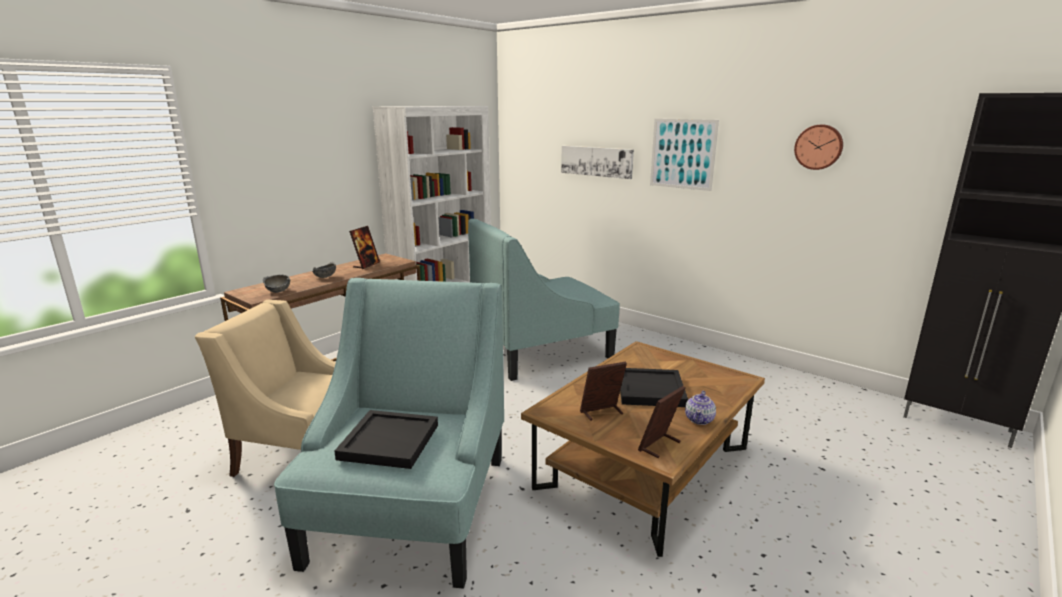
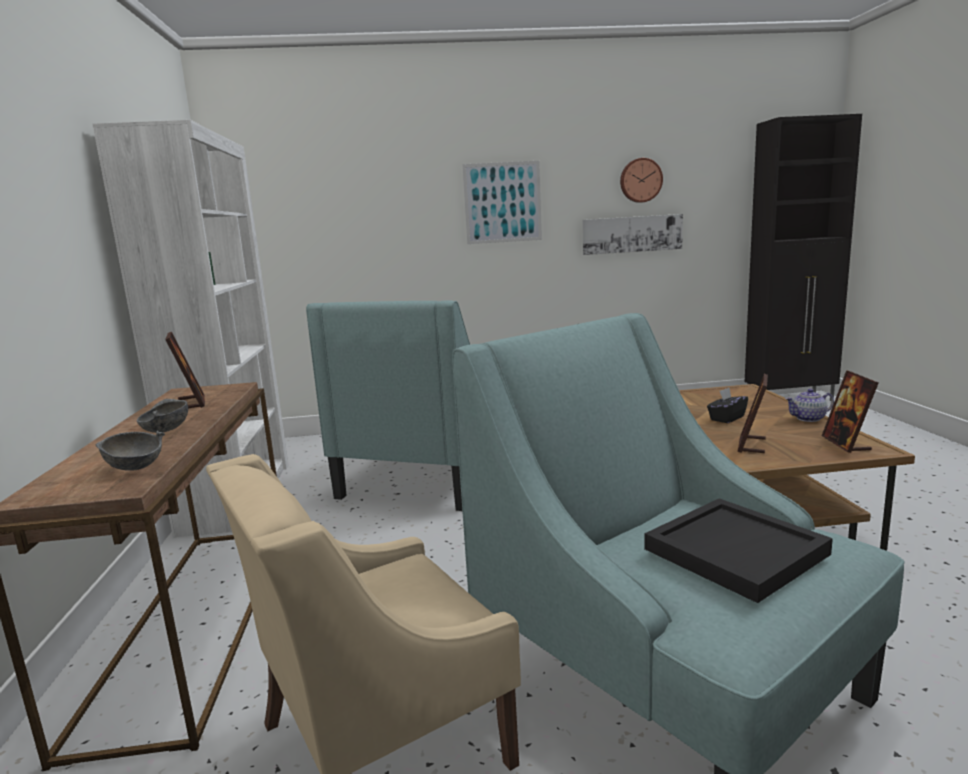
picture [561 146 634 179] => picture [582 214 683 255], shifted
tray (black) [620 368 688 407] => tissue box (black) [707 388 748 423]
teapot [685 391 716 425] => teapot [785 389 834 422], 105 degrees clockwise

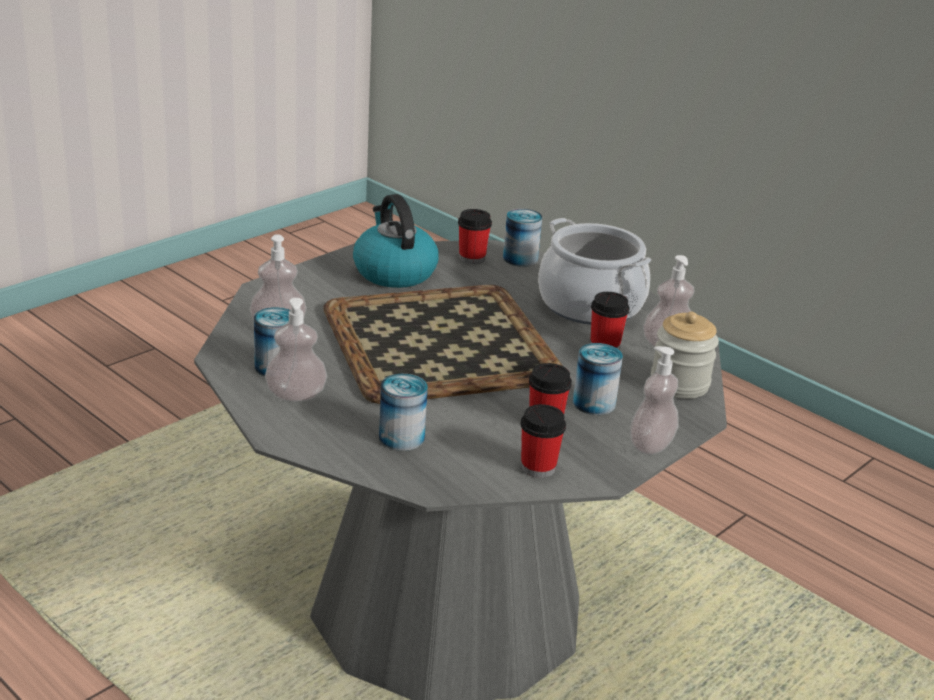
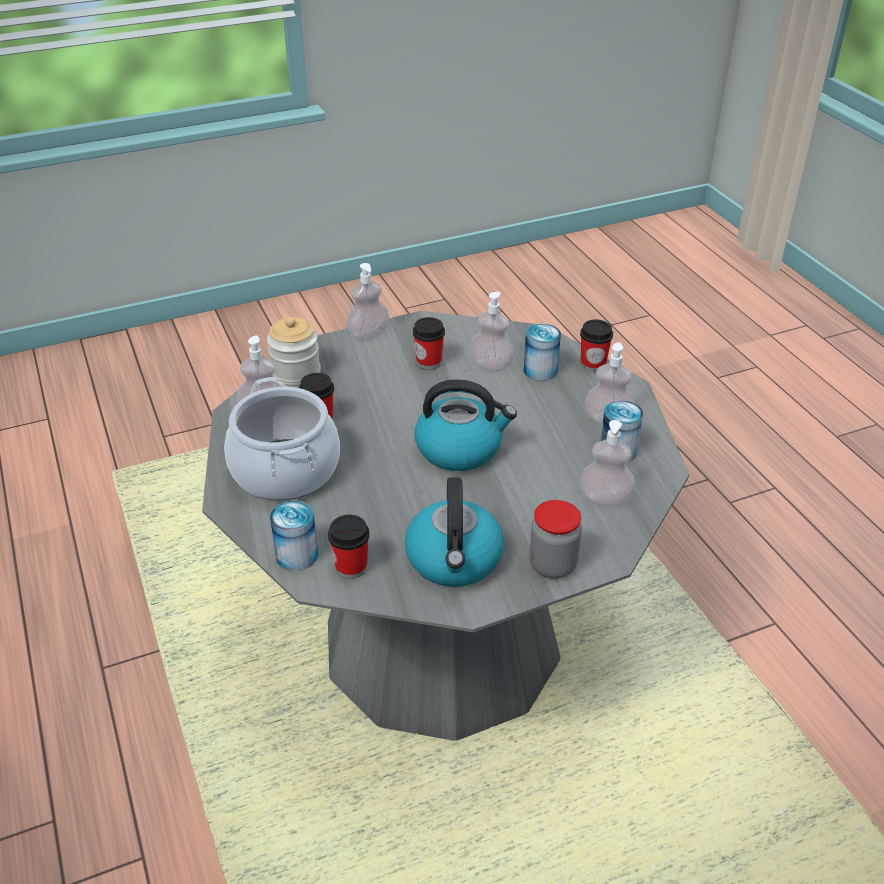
can [573 343 623 415] => nothing
nothing => soap dispenser [470 292 515 372]
nothing => jar [529 500 582 578]
cup [521 404 566 478] => cup [580 319 613 372], shifted
tray [323 285 563 404] => kettle [415 379 517 471]

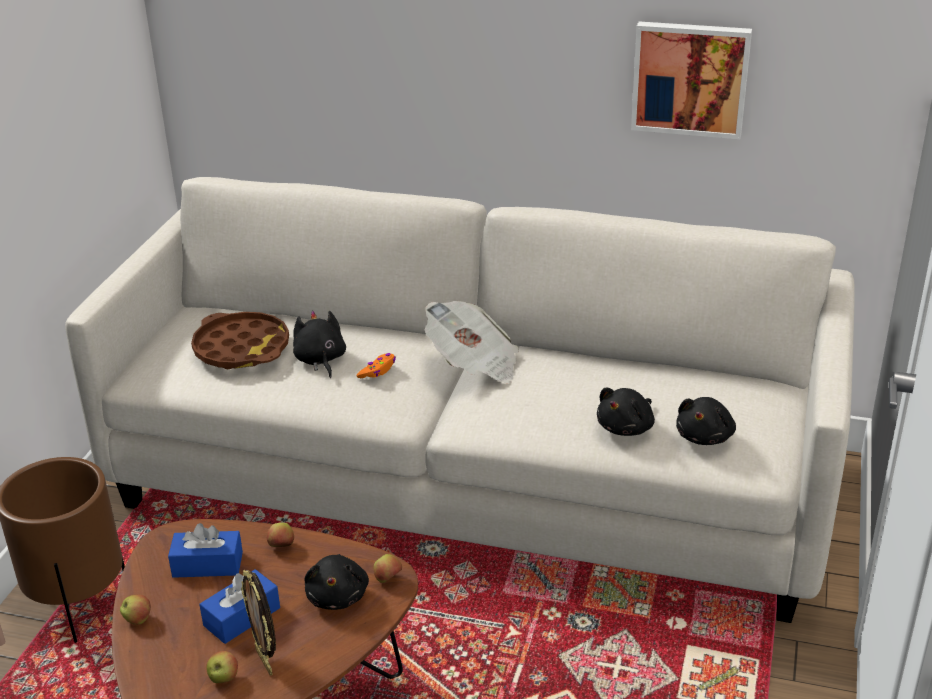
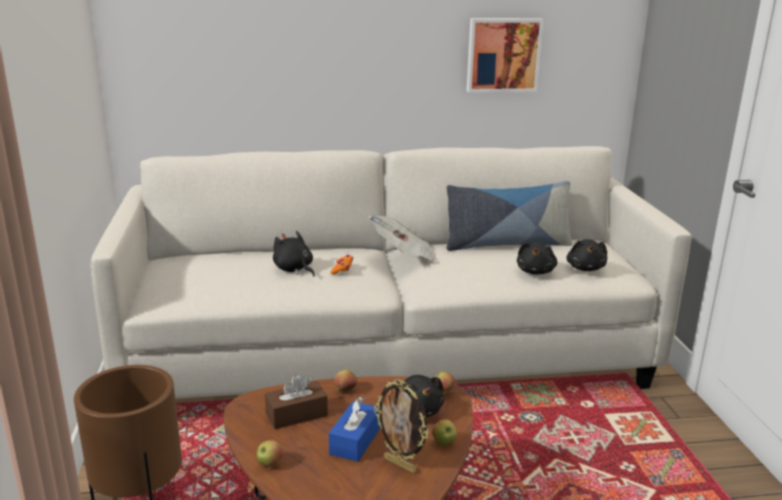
tray (brown) [191 312 289 369] => nothing
nothing => pillow [446 181 572 251]
apple [206 651 238 683] => apple [432 419 457 446], shifted
tissue box (blue) [168 523 243 578] => tissue box (brown) [265 375 328 429]

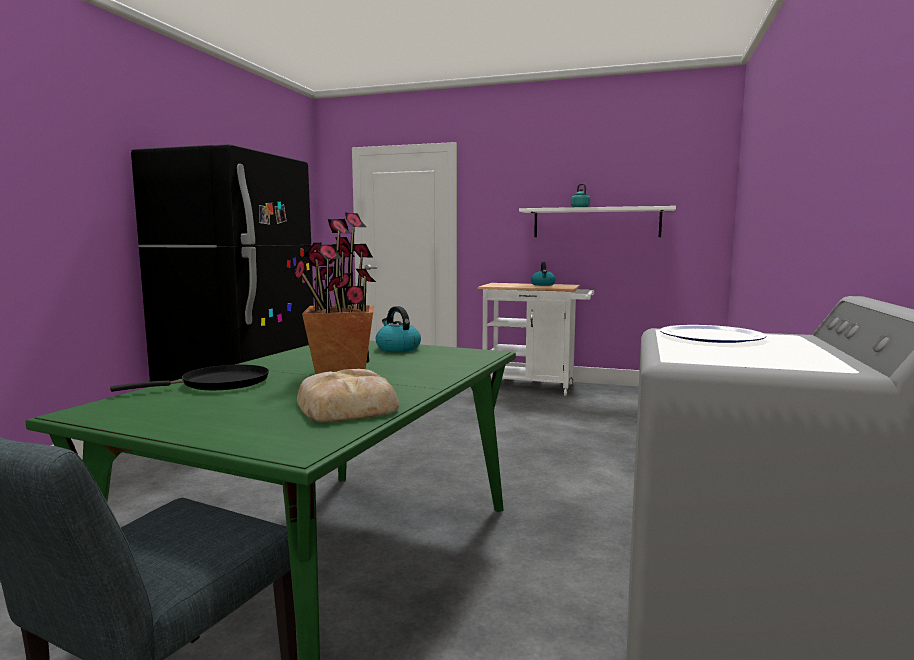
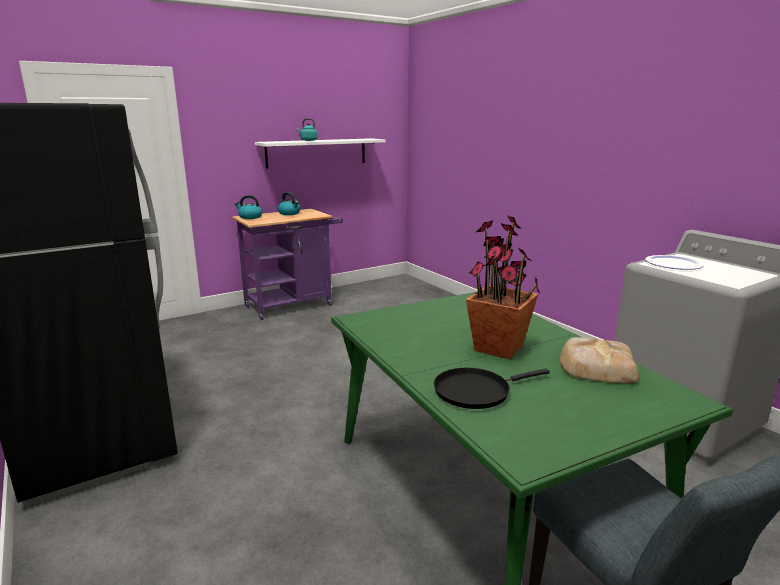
kettle [376 306 421 352] => kettle [235 195 262 219], shifted
cart (white) [478 283 594 396] => cart (purple) [232 209 343 320]
frying pan (black) [110 365 269 392] => frying pan (black) [434 368 550 409], 120 degrees counterclockwise

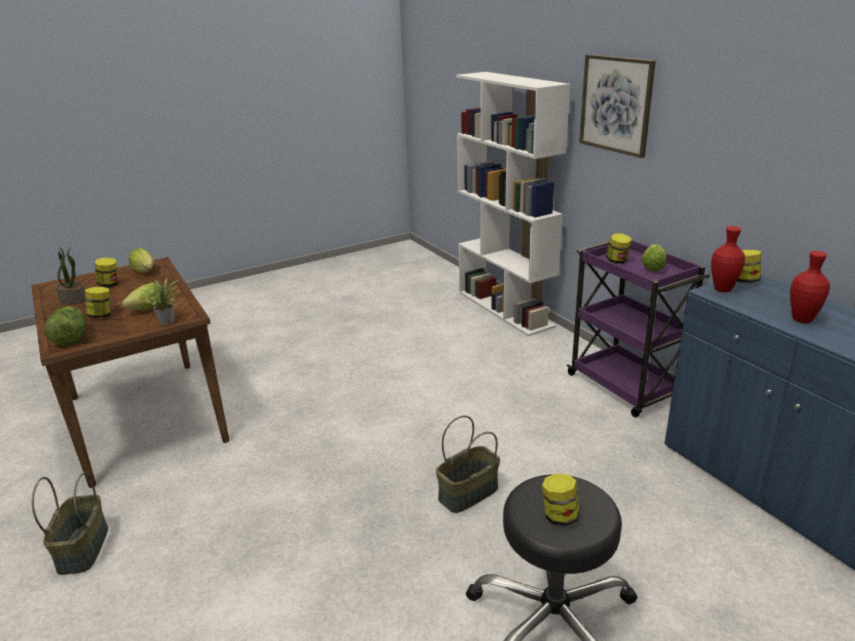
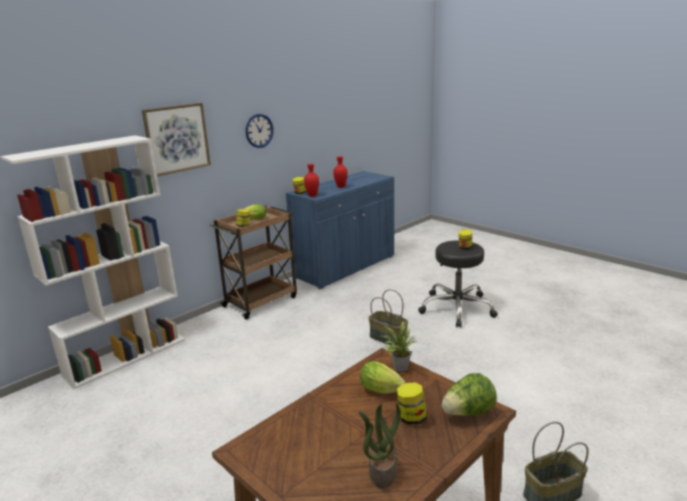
jar [95 258 118 287] => nothing
lettuce [129 248 154 273] => nothing
nothing => wall clock [246 114 273 148]
cart (purple) [566 240 710 417] => cart (brown) [210 206 297 320]

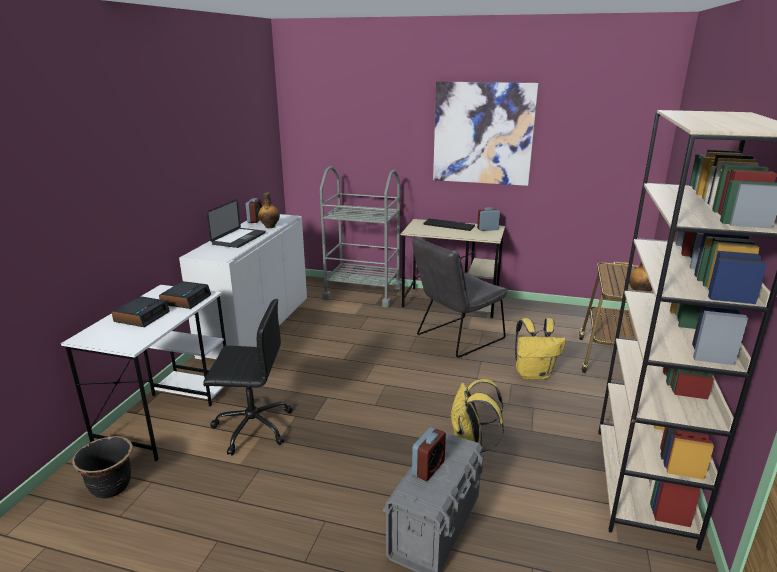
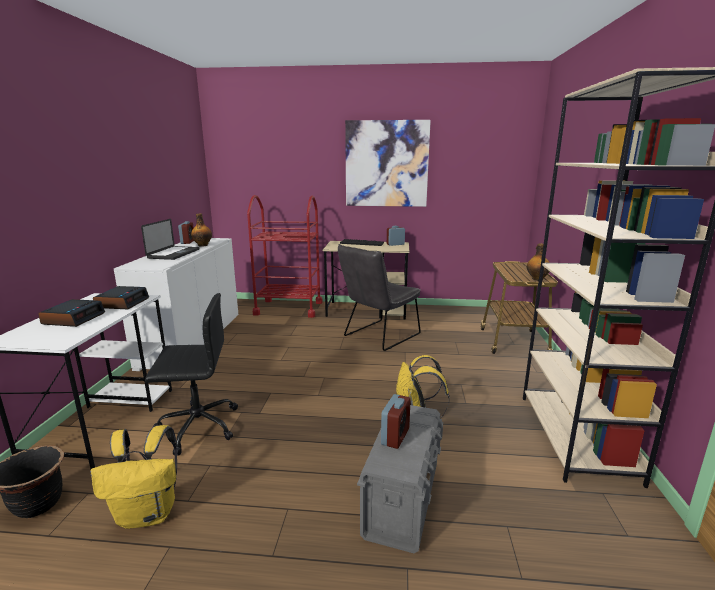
backpack (yellow) [515 318 566 380] => backpack (yellow) [91 425 177 529], shifted
cart (grey) [320 166 402 308] => cart (red) [247 195 323 318]

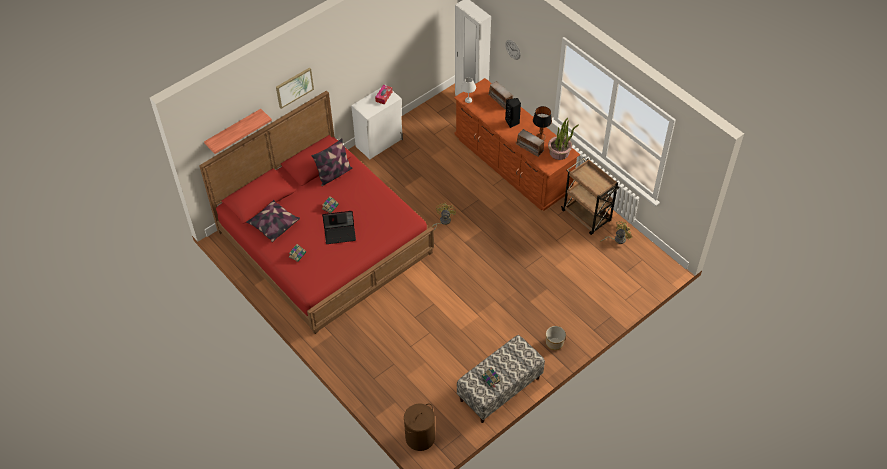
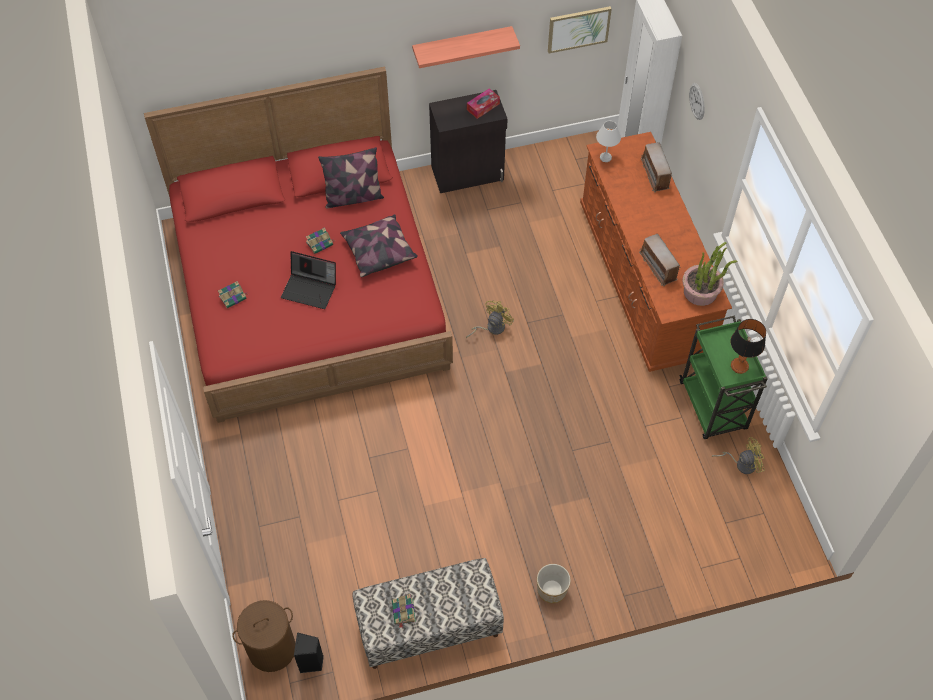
shelf [204 109 272 154] => shelf [412 26 520 68], shifted
pillow [246 200 300 242] => pillow [340 214 418 277], shifted
picture [276 67 314 109] => picture [548 6 612 53], shifted
speaker (black) [505 98 521 128] => speaker (black) [294 632 324 673], shifted
table lamp [533 106 552 141] => table lamp [731 319 766 374], shifted
cabinet (white) [351 85 403 159] => cabinet (black) [429 90 507 193]
cart (brown) [561 158 620 235] => cart (green) [679 316 768 439]

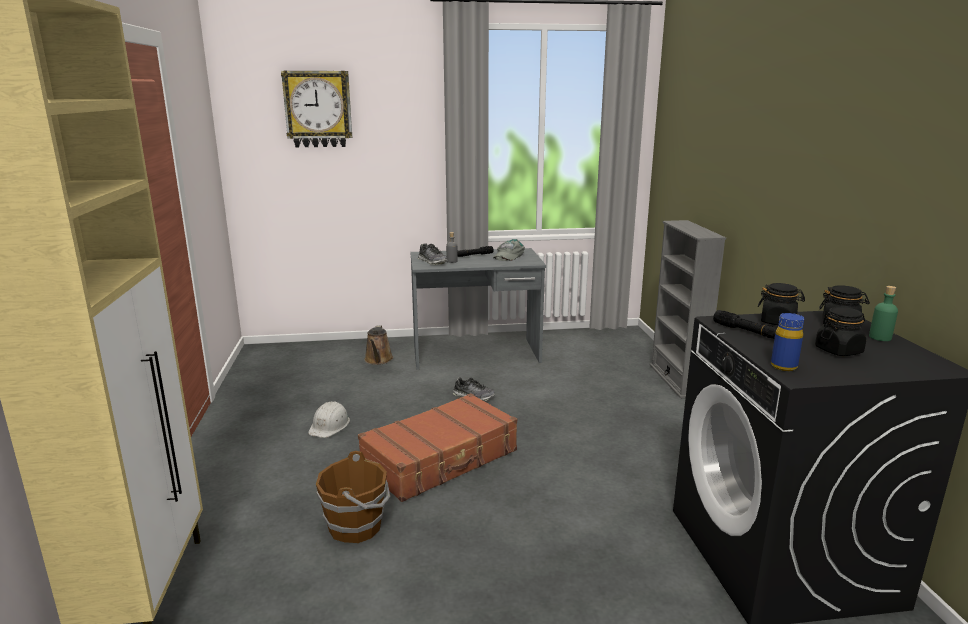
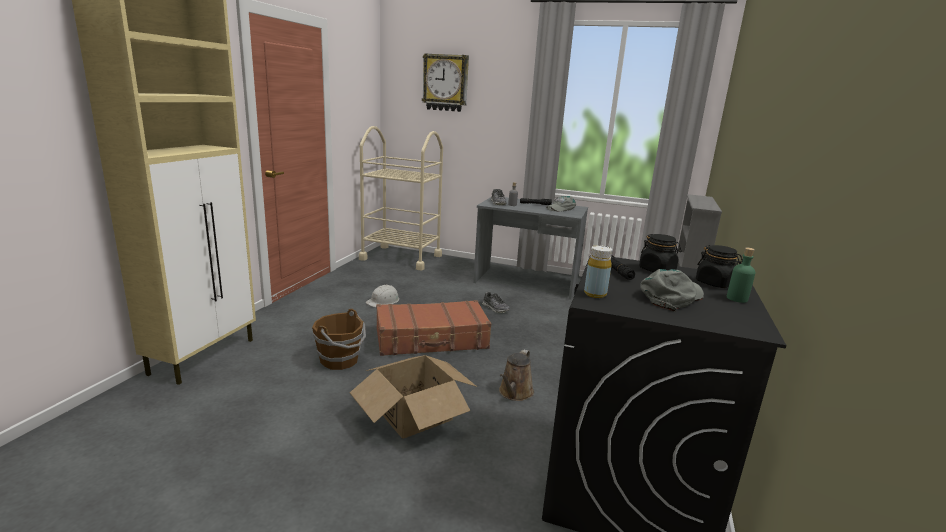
nothing => cardboard box [350 355 477 439]
nothing => cart (beige) [359 126 443 270]
watering can (brown) [364 325 393 365] => watering can (brown) [499 349 534 401], shifted
jar (black) [815 307 866 356] => cap (grey) [640 269 704 312]
bottle (blue) [771 313 804 371] => bottle (yellow) [584 245 612 298]

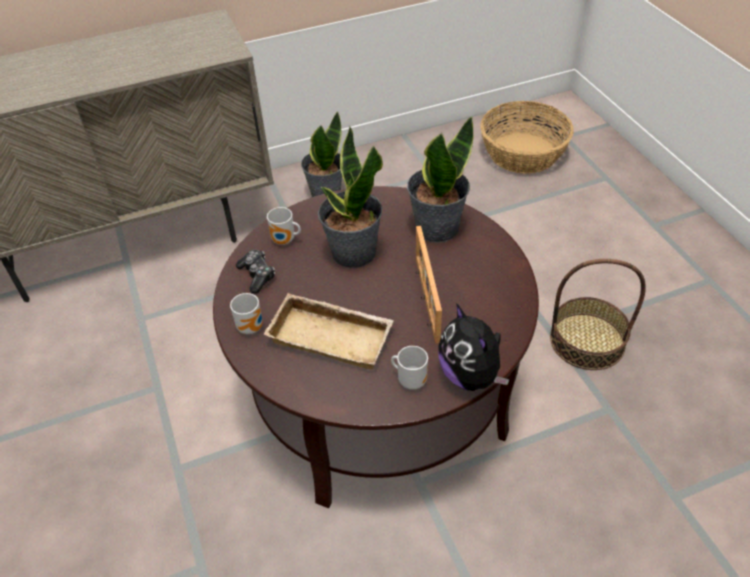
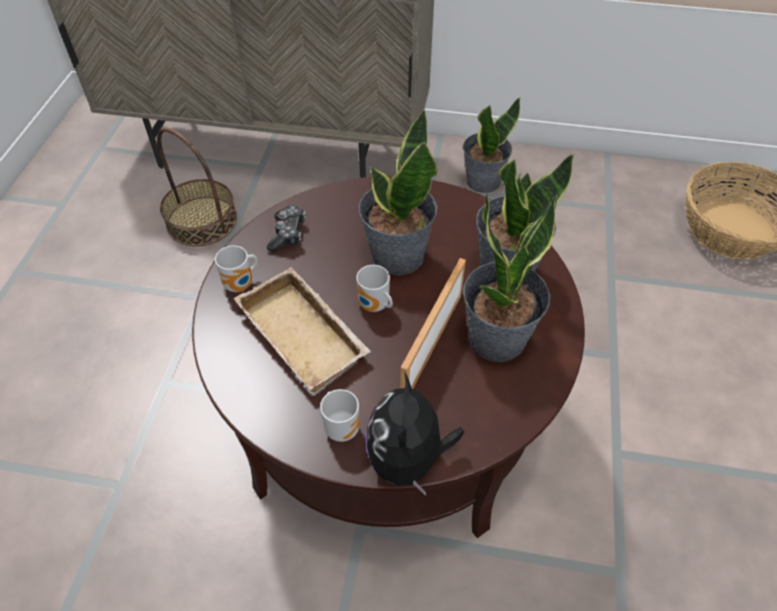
nothing => potted plant [463 193 558 362]
mug [267 207 301 245] => mug [356 265 393 312], shifted
basket [550 259 646 370] => basket [157 127 237 246], shifted

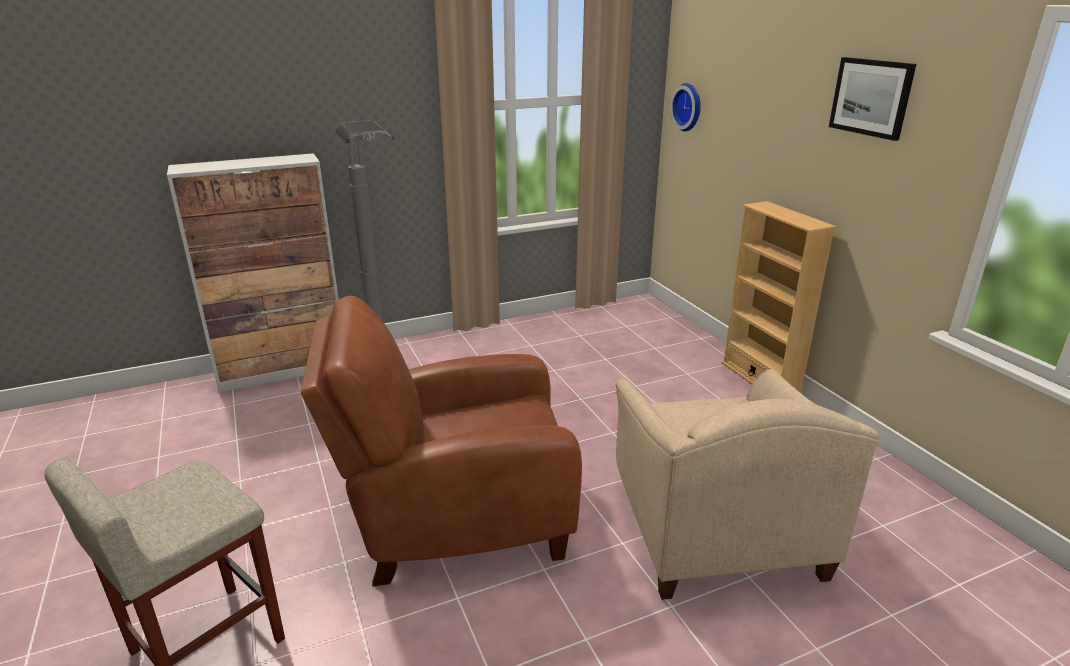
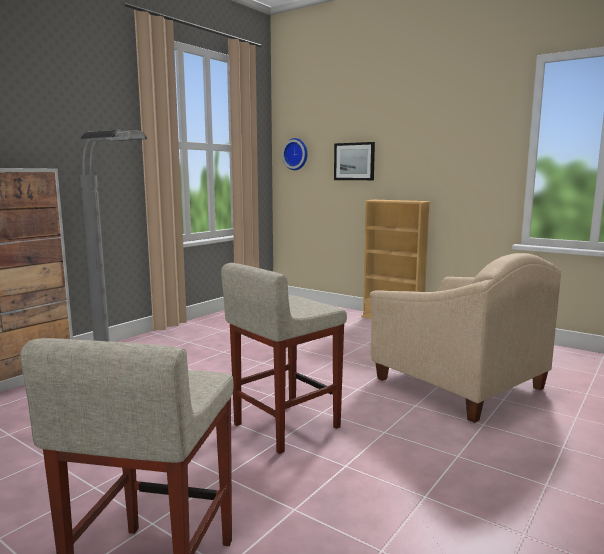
picture [829 57 916 141] => picture [334 142 375 180], shifted
armchair (brown) [300 296 582 586] => stool (beige) [221 263 347 454]

